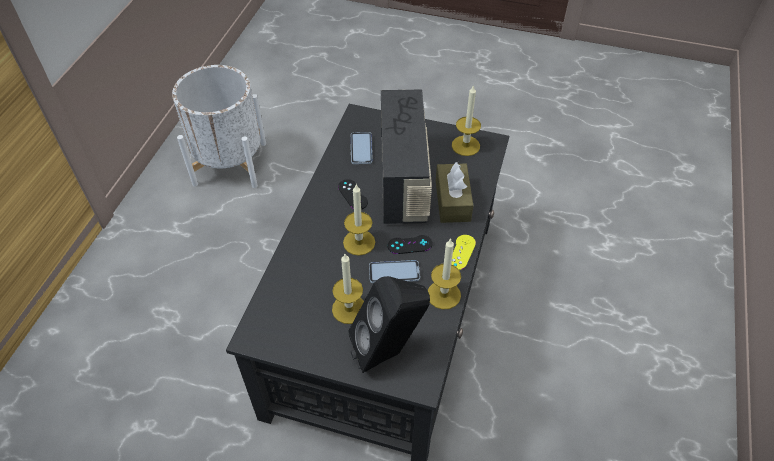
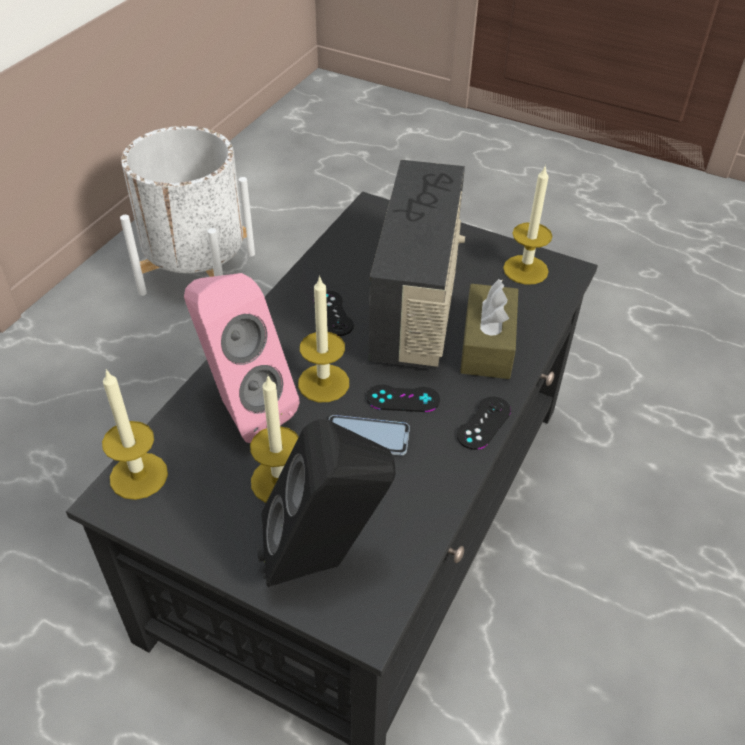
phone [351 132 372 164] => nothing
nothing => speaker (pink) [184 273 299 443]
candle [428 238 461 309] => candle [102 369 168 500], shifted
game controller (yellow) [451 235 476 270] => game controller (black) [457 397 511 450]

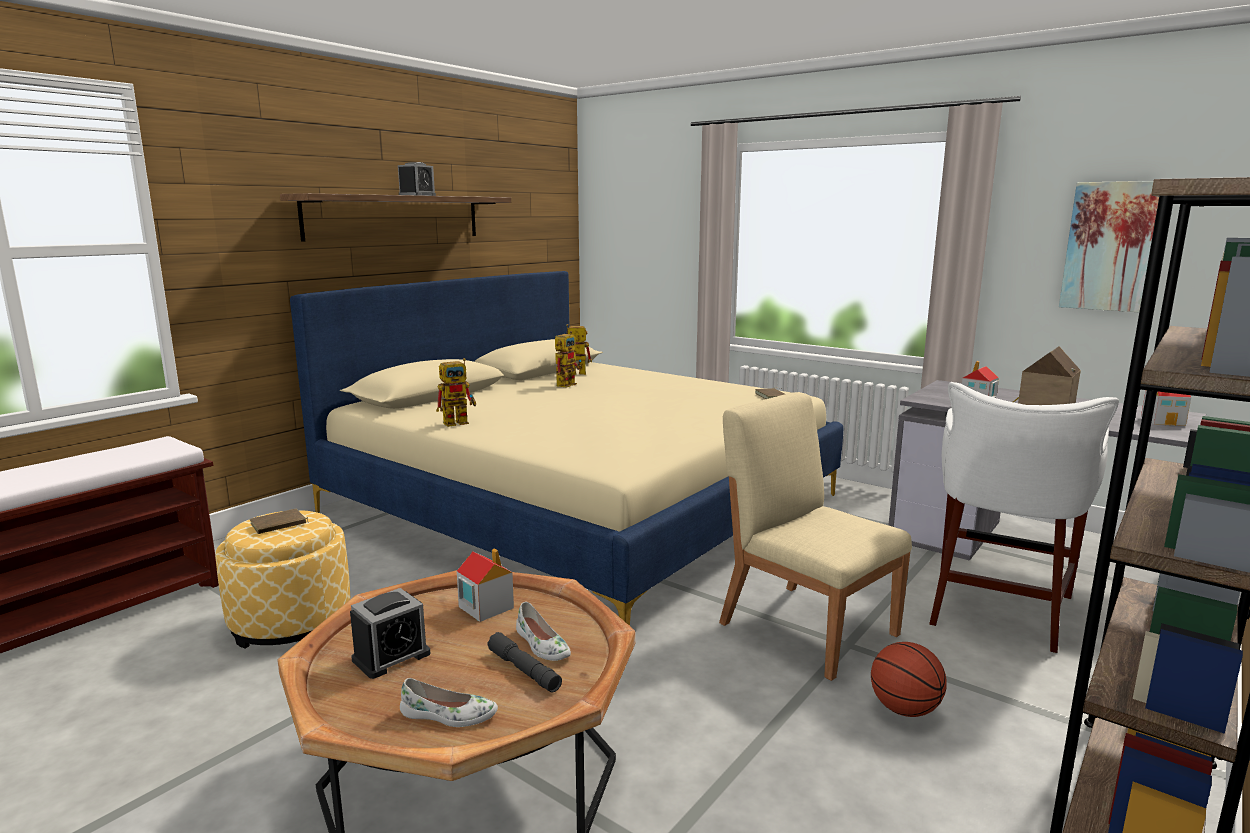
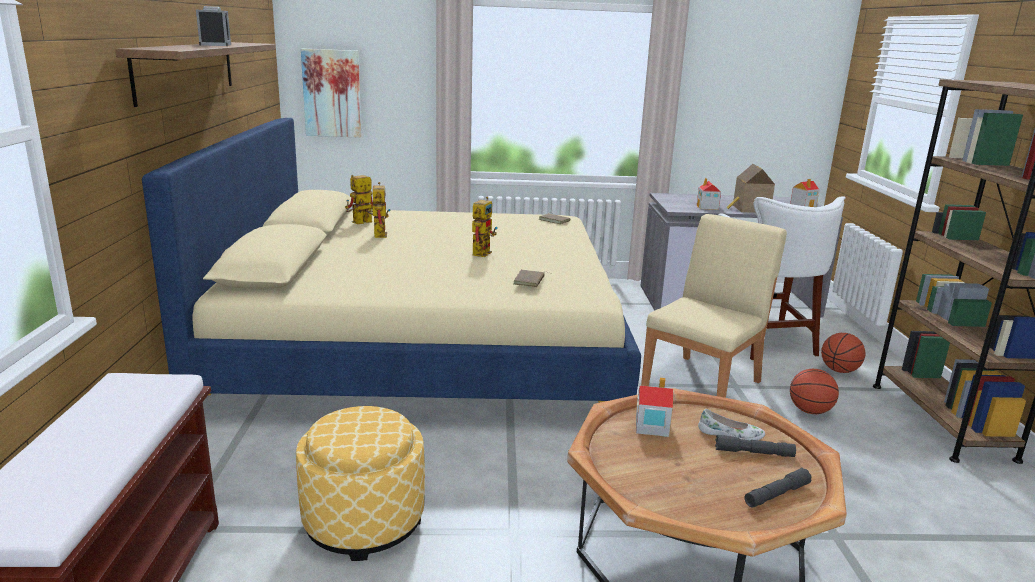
alarm clock [350 588 430 679] => nothing
nothing => basketball [821 333 866 373]
book (brown) [249 509 309 534] => book (brown) [513 269 551 287], shifted
toy robot [436 358 476 427] => toy robot [472 197 498 257], shifted
picture [1059 181 1159 312] => picture [301 49 362 138], shifted
shoe (white) [400 678 498 727] => flashlight (grey) [745 468 812 508]
chair (beige) [719 392 912 681] => chair (beige) [641 214 787 398], 120 degrees clockwise

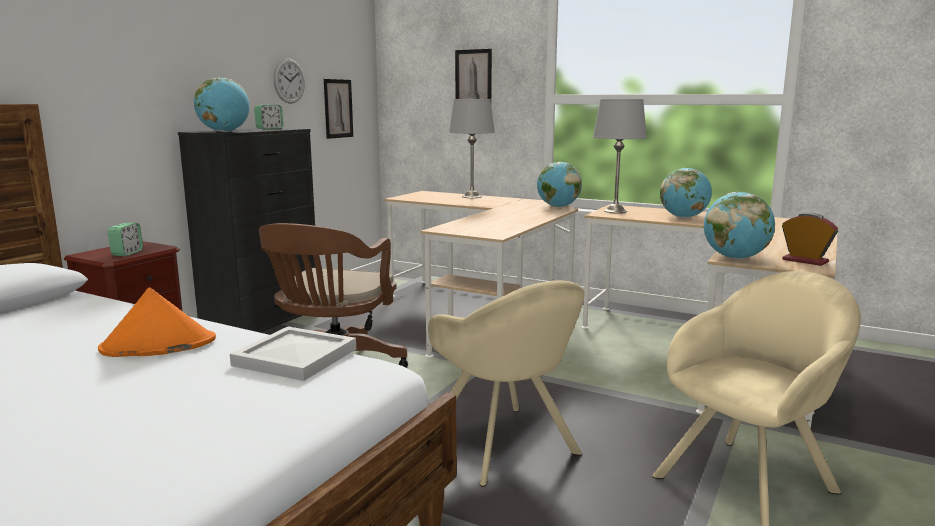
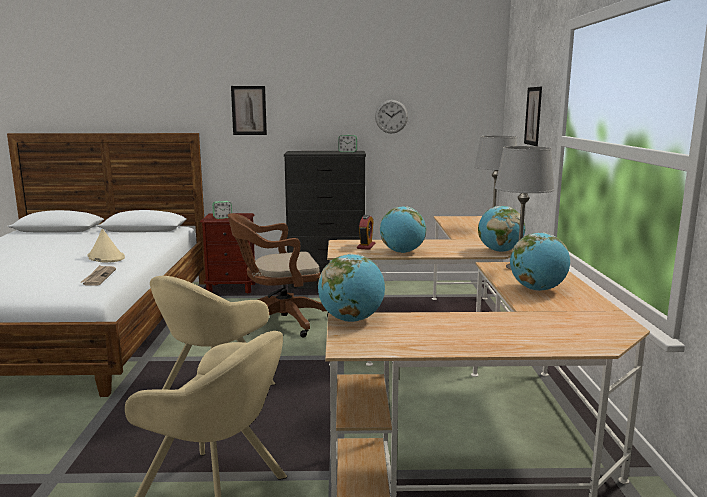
globe [194 78 250 132] => globe [380 206 426 253], shifted
picture [324 79 353 139] => picture [231 86 267 135], shifted
alarm clock [782 213 838 266] => alarm clock [357 215 375 250], shifted
tray (white) [230 327 356 381] => newspaper [80 265 116 286]
hat (orange) [98 288 216 357] => hat (beige) [87 229 125 262]

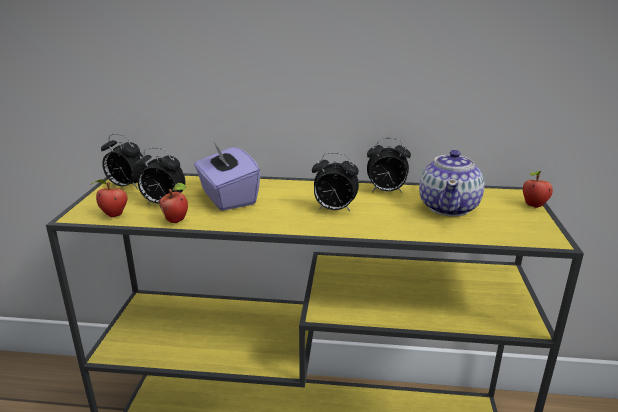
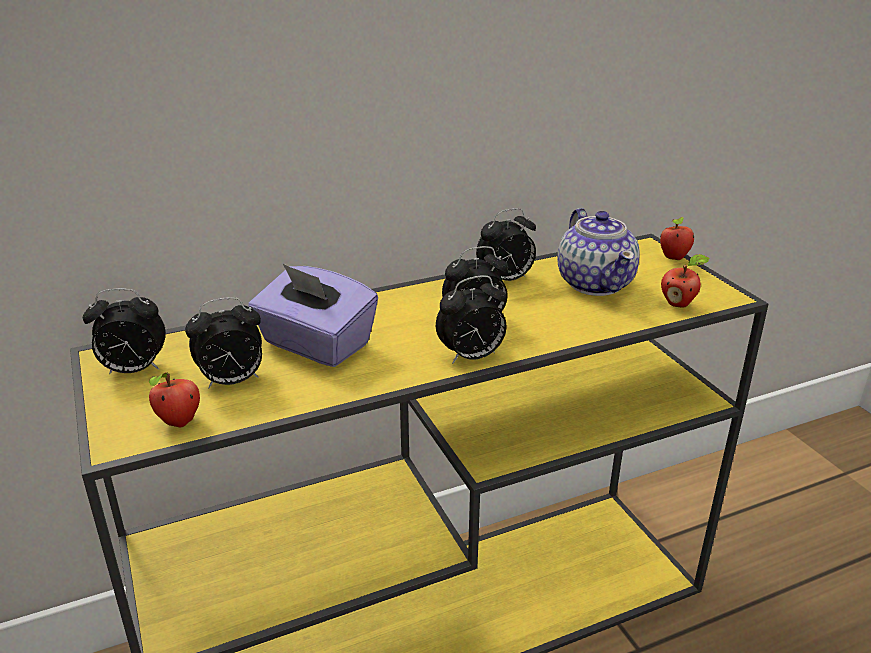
nothing => alarm clock [436 275 506 364]
apple [159 183 188 223] => apple [661 254 709 308], shifted

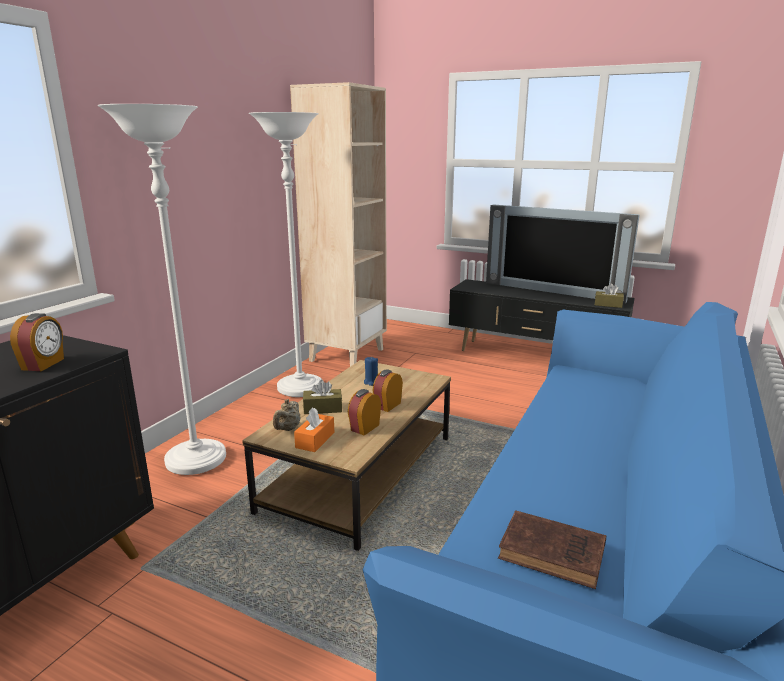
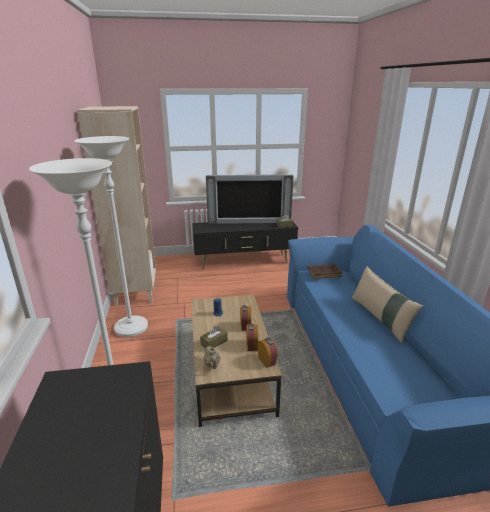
tissue box (orange) [294 407 334 452] => nothing
nothing => pillow (beige) [352 266 423 343]
alarm clock [10 313 64 371] => alarm clock [258 337 278 368], shifted
book (brown) [498 510 606 589] => book (brown) [308 264 342 279], shifted

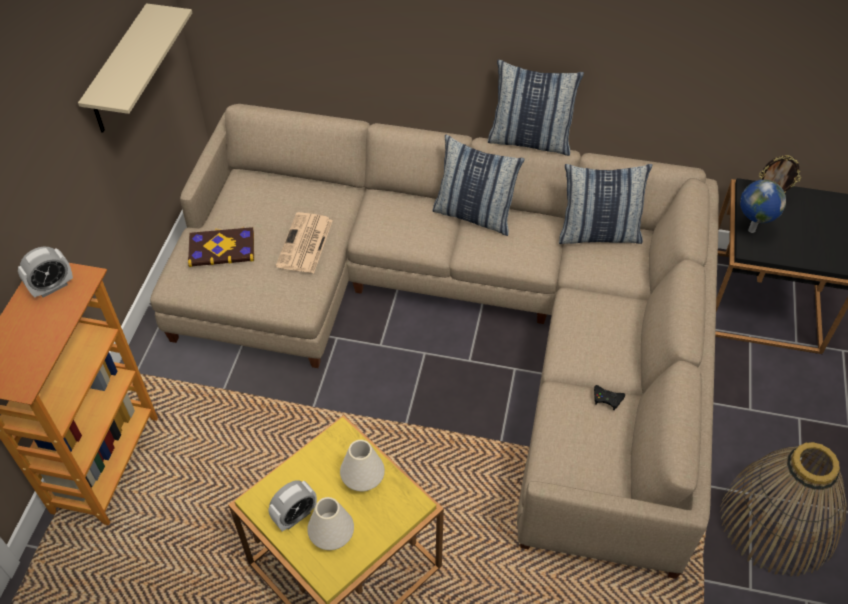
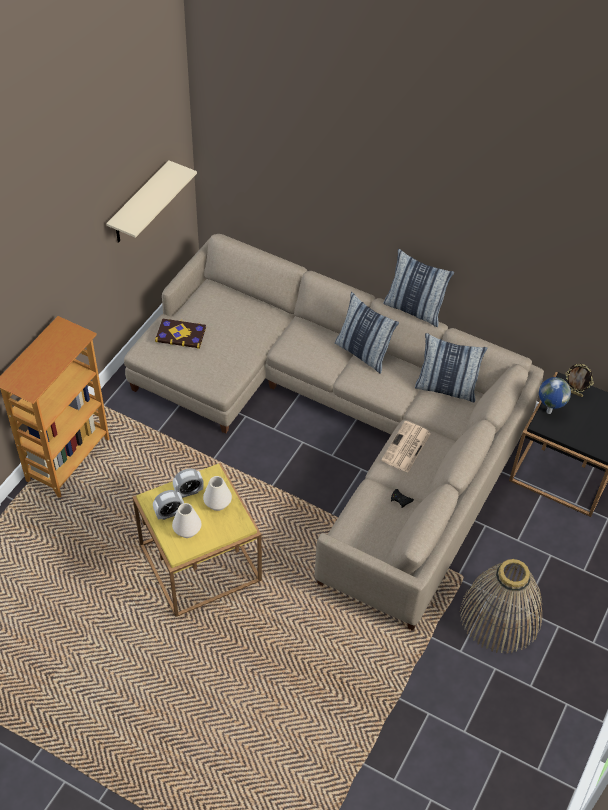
alarm clock [18 246 73 298] => alarm clock [173 469 204 498], shifted
newspaper [276 212 333 273] => newspaper [381 421 431 473], shifted

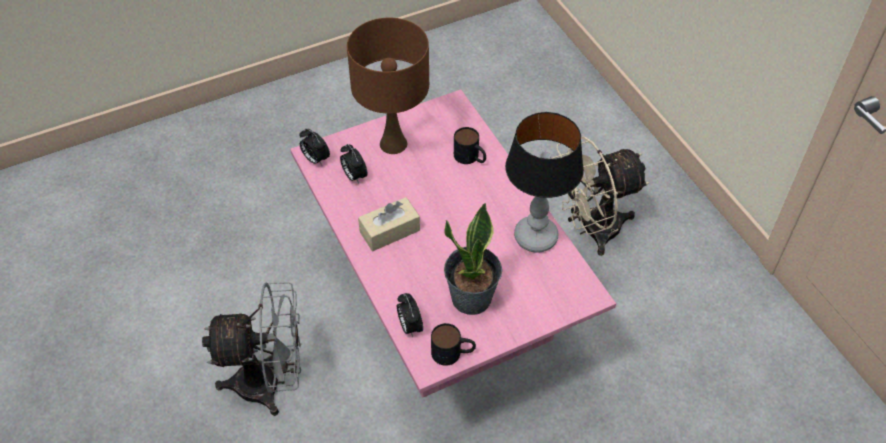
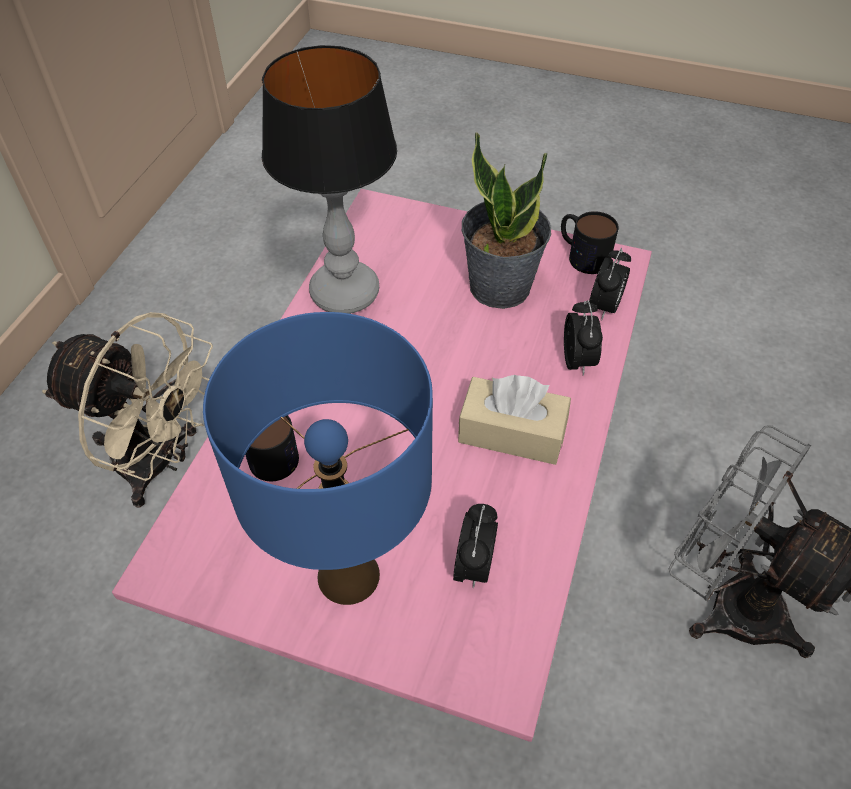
alarm clock [299 128 330 166] => alarm clock [564 300 603 376], shifted
table lamp (brown) [347 18 429 154] => table lamp (blue) [203 312 433 605]

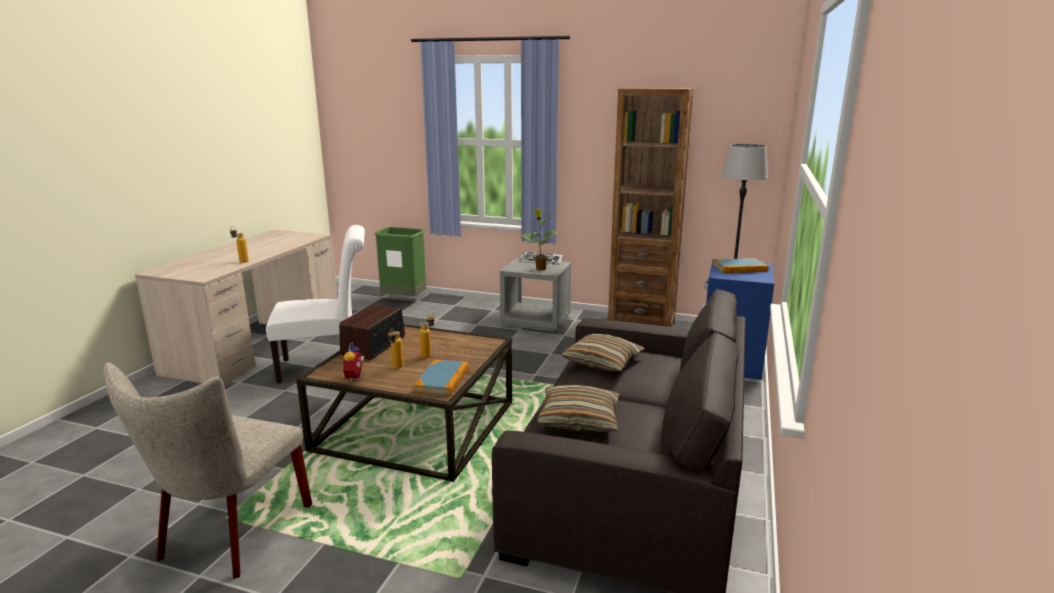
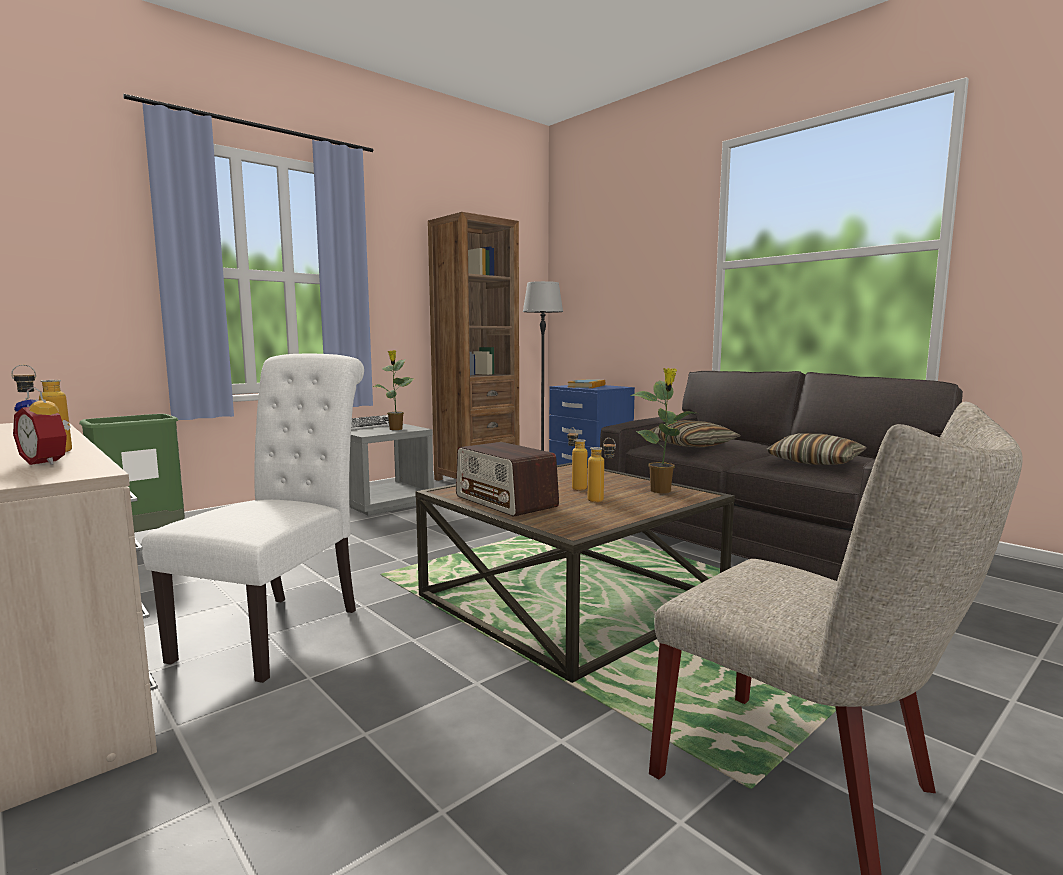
alarm clock [343 342 364 382] => alarm clock [13 386 71 465], shifted
book [414 360 469 396] => potted plant [630 368 695 493]

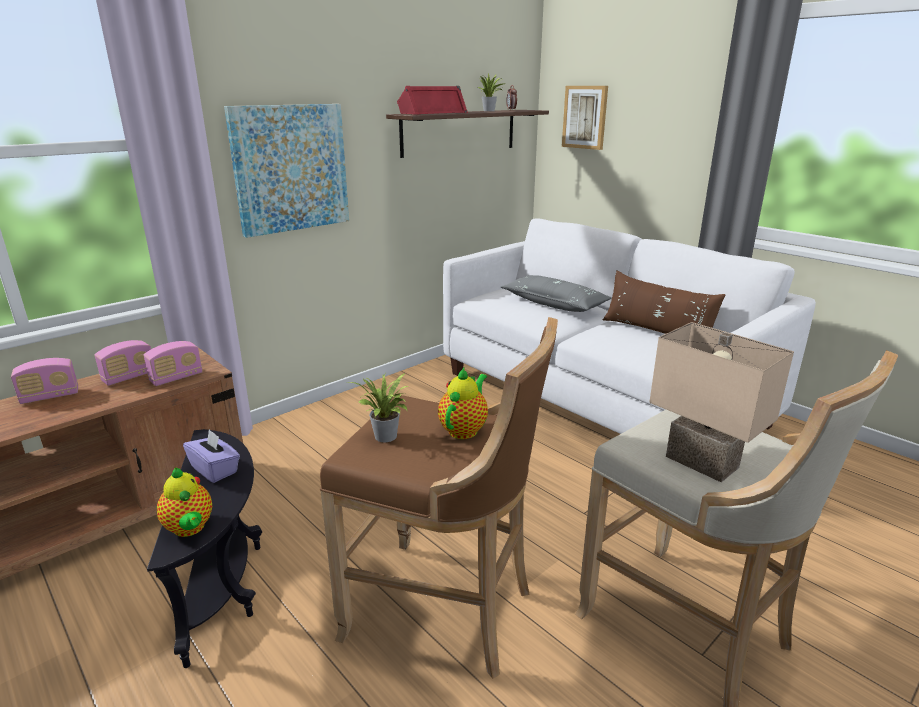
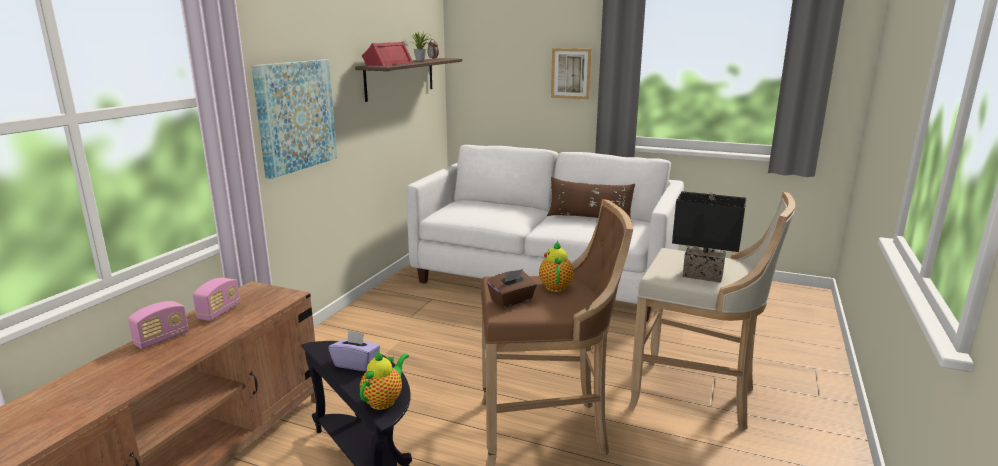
radio [144 341 203 386] => nothing
pillow (grey) [501 275 612 312] => nothing
picture [562 86 608 150] => picture [551 48 592 99], shifted
potted plant [350 373 408 442] => tissue box (brown) [487 269 537 307]
table lamp (beige) [649 322 794 482] => table lamp (black) [672 191 746 283]
teapot [157 468 212 537] => teapot [360 351 409 410], 90 degrees counterclockwise

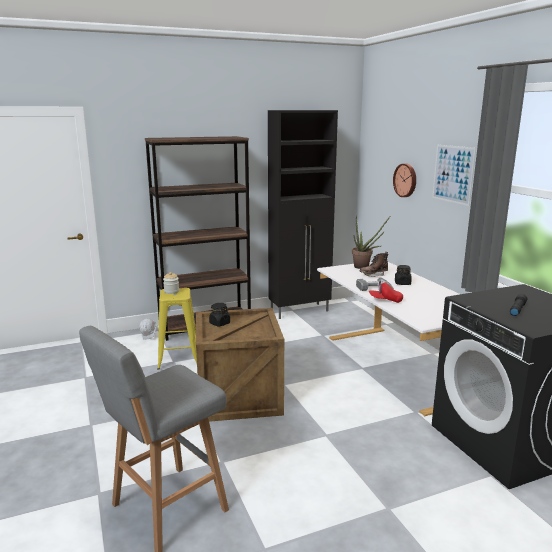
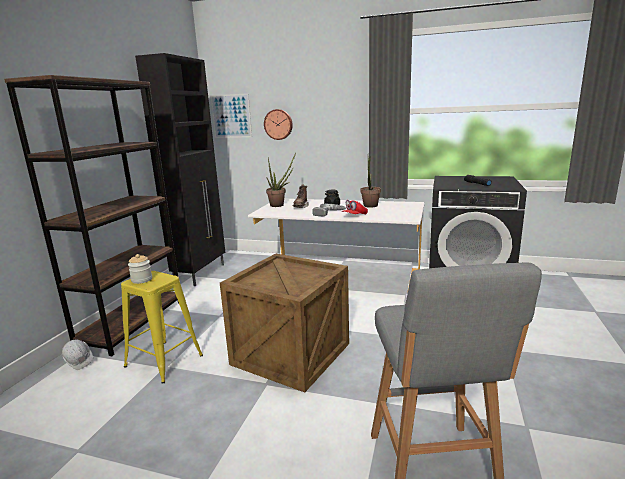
jar (black) [209 303 230 326] => nothing
nothing => potted plant [361 156 381 208]
picture [432 145 476 206] => picture [210 93 252 138], shifted

